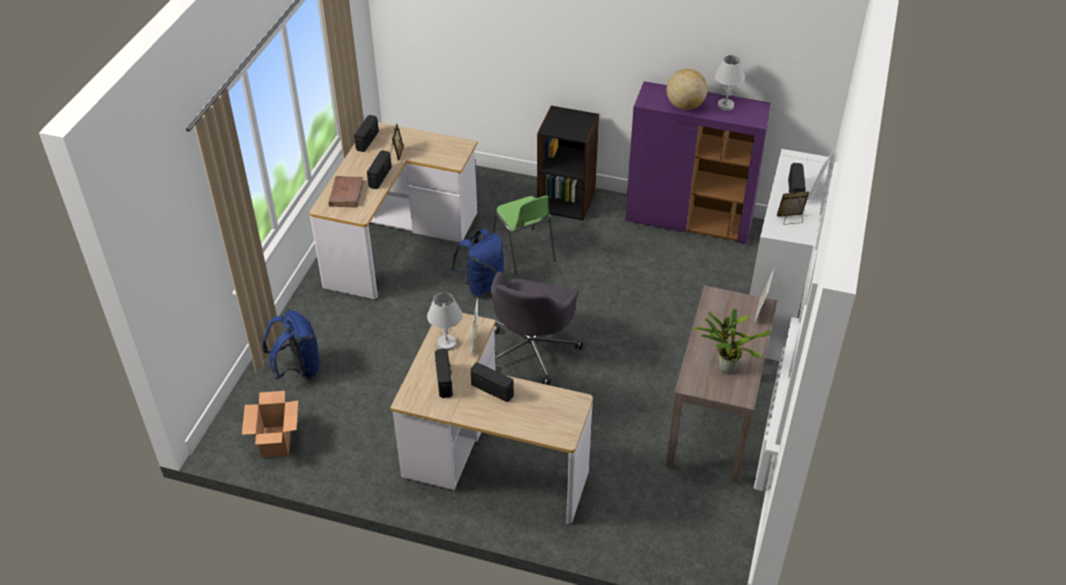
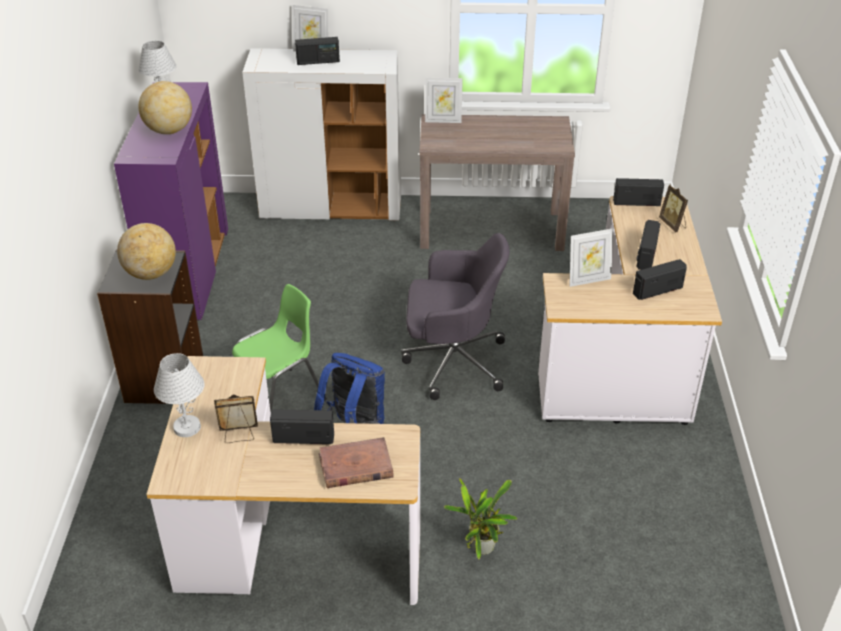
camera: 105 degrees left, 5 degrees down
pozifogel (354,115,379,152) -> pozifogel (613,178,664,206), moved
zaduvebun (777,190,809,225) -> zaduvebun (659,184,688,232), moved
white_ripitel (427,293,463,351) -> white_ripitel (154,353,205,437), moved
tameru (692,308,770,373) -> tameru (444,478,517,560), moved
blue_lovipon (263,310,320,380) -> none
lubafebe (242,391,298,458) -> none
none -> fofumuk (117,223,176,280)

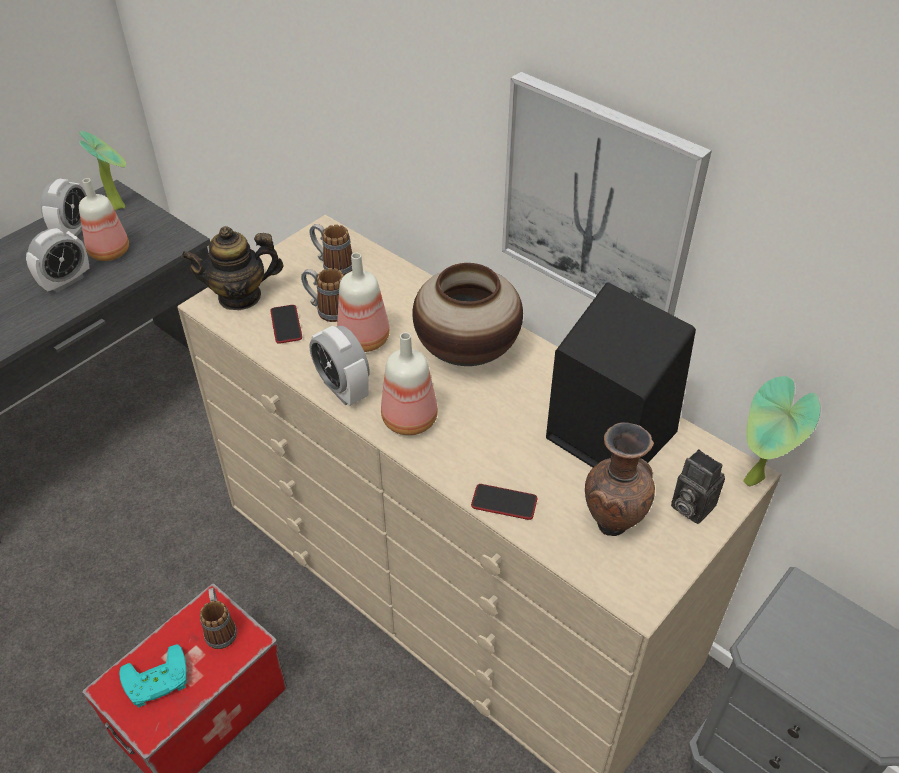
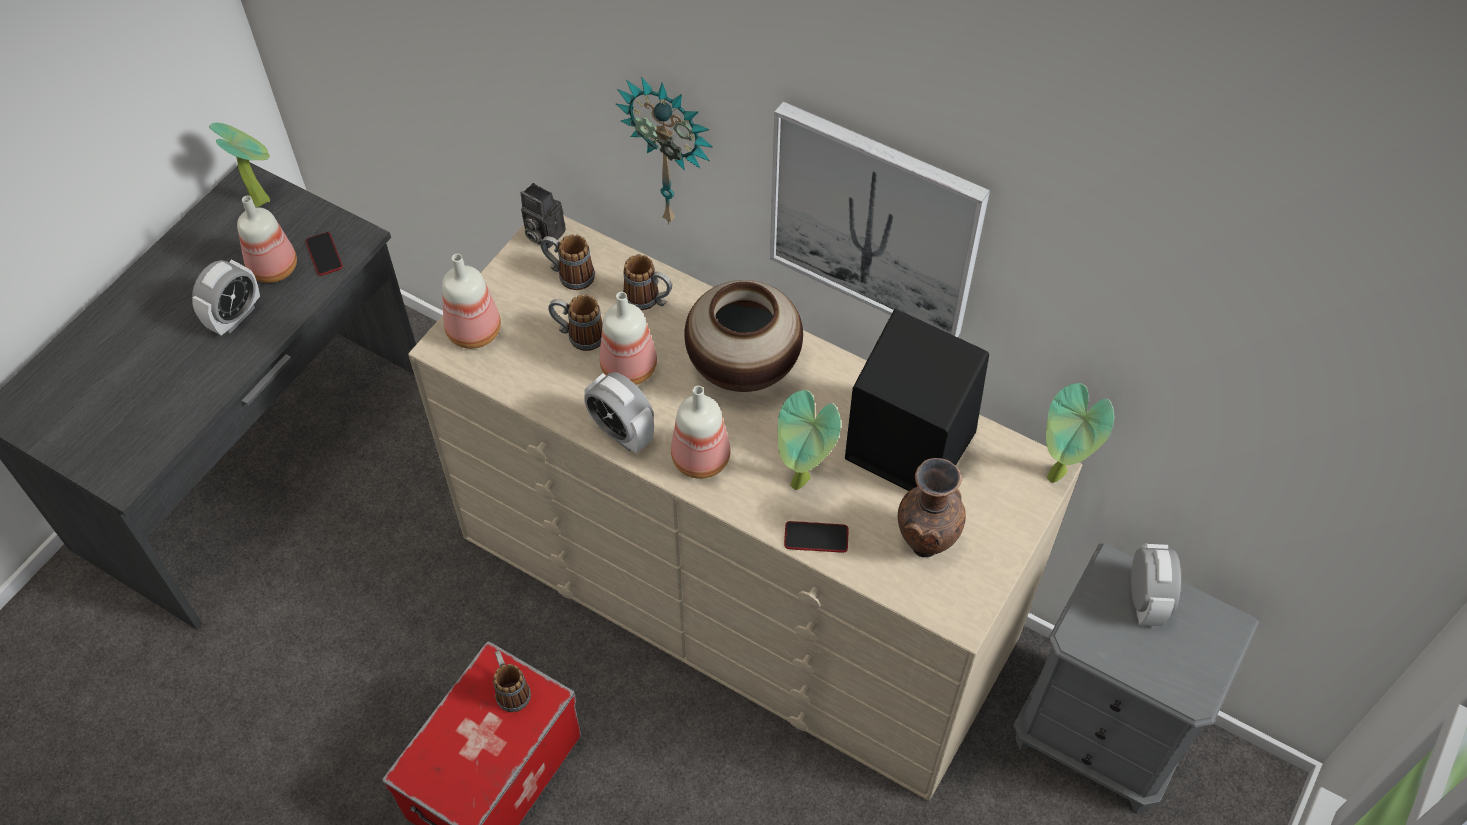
camera: 10 degrees left, 10 degrees up
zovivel (41,179,86,237) -> zovivel (1131,544,1181,626), moved
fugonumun (181,226,283,310) -> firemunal (442,254,501,349)
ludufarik (270,305,302,344) -> ludufarik (305,232,343,276), moved
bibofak (671,449,725,524) -> bibofak (521,183,566,248), moved
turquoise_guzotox (119,644,187,708) -> none
none -> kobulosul (616,77,713,225)
none -> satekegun (623,254,672,310)
none -> tameru (778,390,841,490)

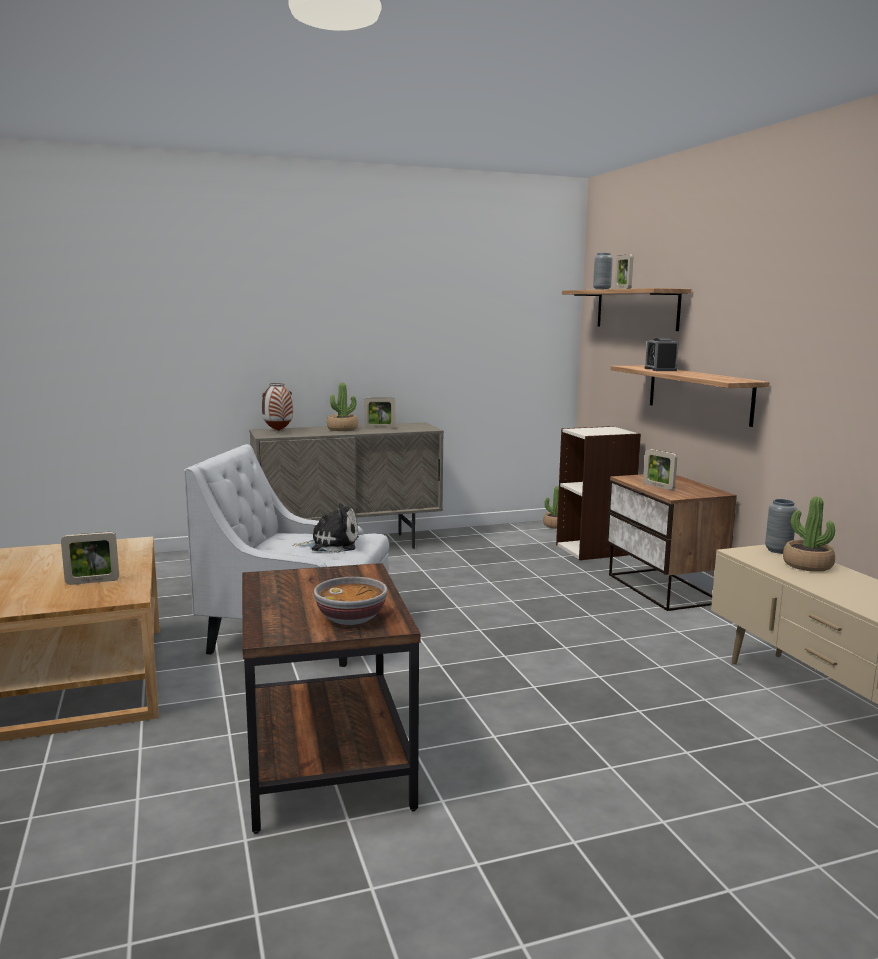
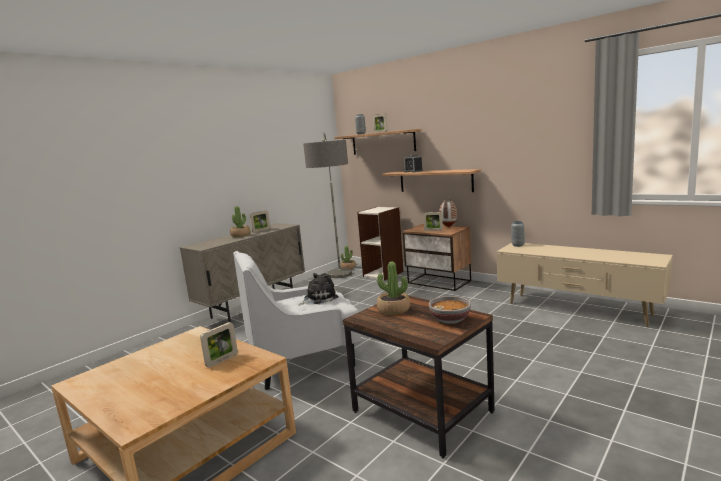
camera: 30 degrees left, 0 degrees up
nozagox (262,383,293,431) -> nozagox (439,199,457,227), moved
tameru (783,496,835,572) -> tameru (377,262,410,315), moved
none -> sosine (303,132,352,278)

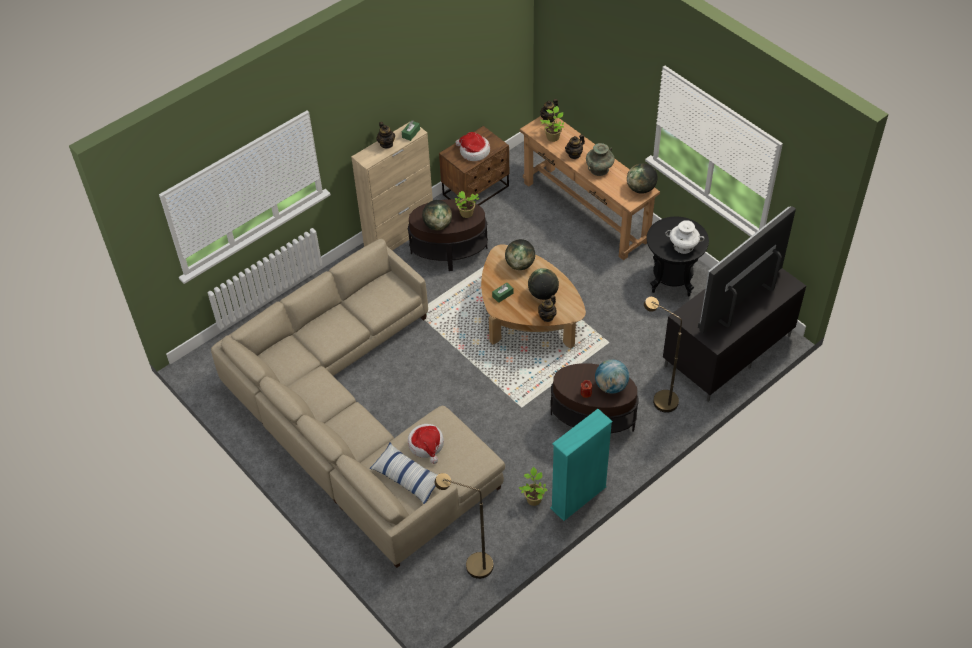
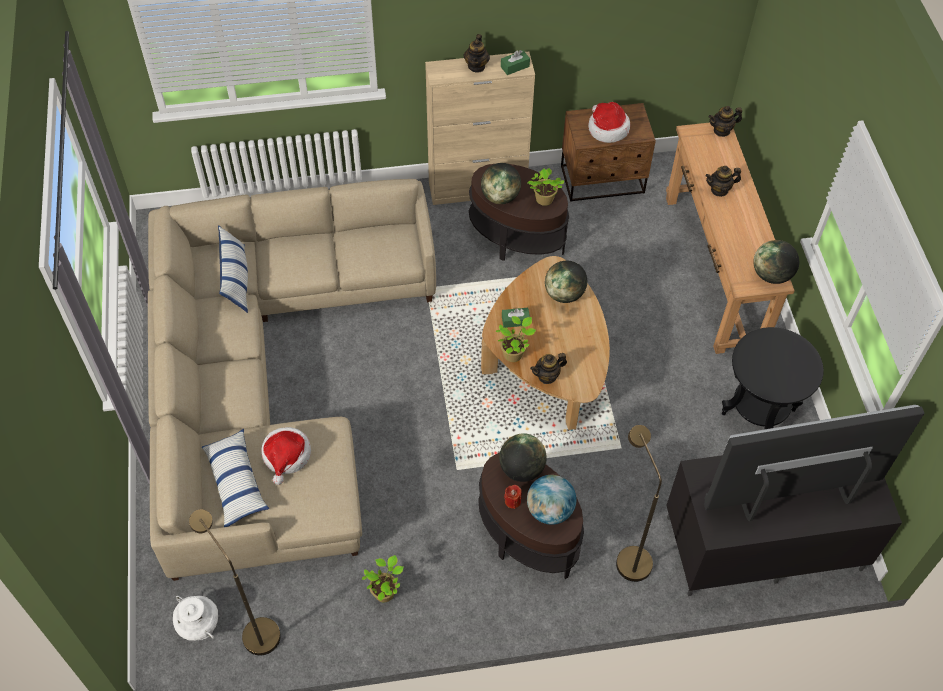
camera: 30 degrees right, 5 degrees up
tameru (540,106,564,142) -> tameru (496,316,536,362), moved
turquoise_nozagox (586,143,615,176) -> none
white_nozagox (665,220,705,254) -> white_nozagox (173,596,218,641), moved
fofumuk (528,268,559,300) -> fofumuk (499,433,547,482), moved
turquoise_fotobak (550,409,613,521) -> none
none -> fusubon (218,225,248,313)

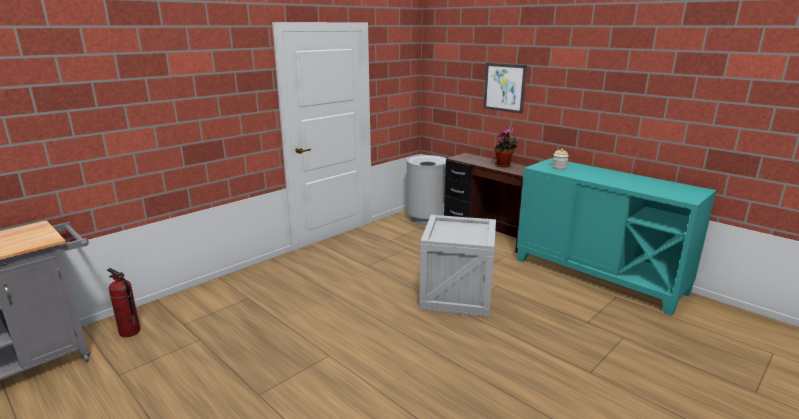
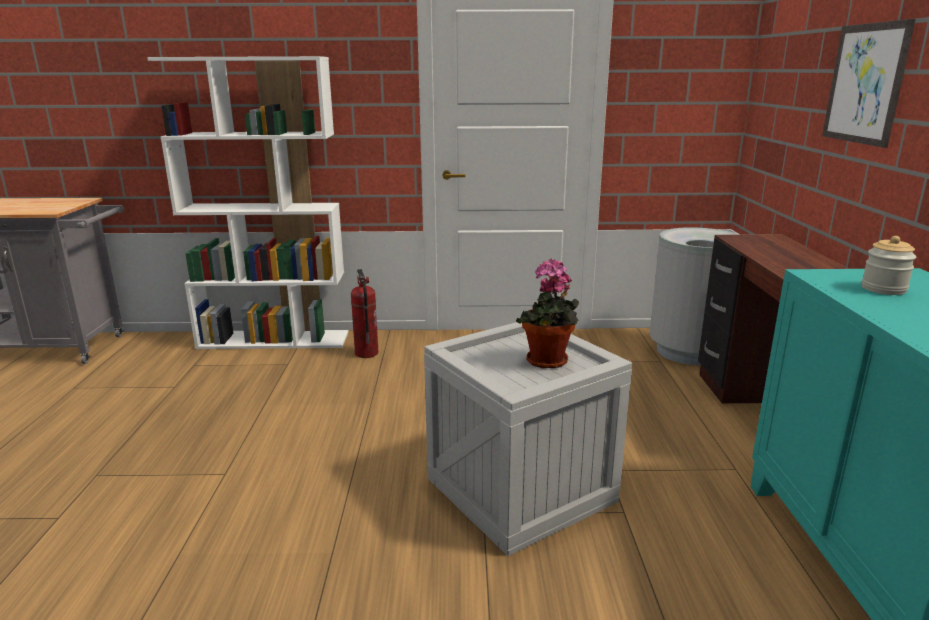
camera: 45 degrees right, 0 degrees up
tameru (494,126,518,167) -> tameru (516,258,579,368), moved
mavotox (107,268,140,337) -> mavotox (351,269,379,358), moved
none -> white_fotobak (147,56,349,349)

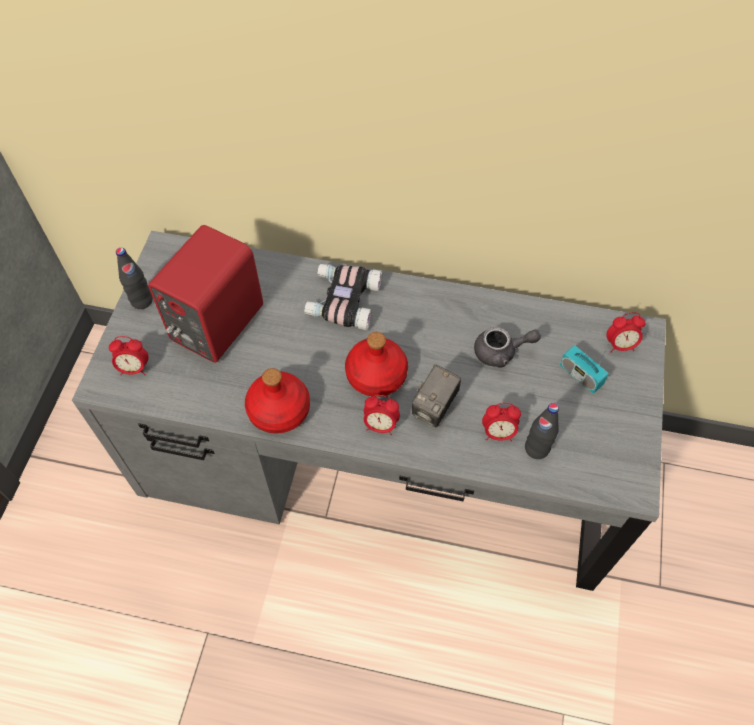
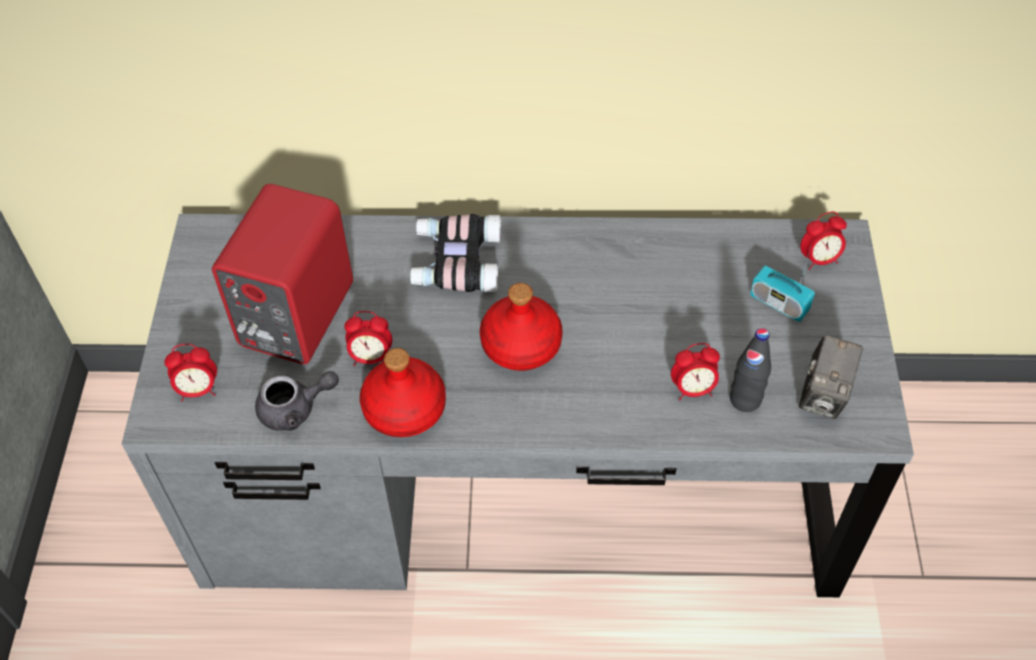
camera: 10 degrees left, 5 degrees down
black_firemunal (116,248,153,309) -> none
grey_fugonumun (474,327,541,368) -> grey_fugonumun (255,371,339,431), moved
bibofak (412,364,461,428) -> bibofak (799,335,864,419), moved
zovivel (364,395,400,435) -> zovivel (344,311,392,366), moved

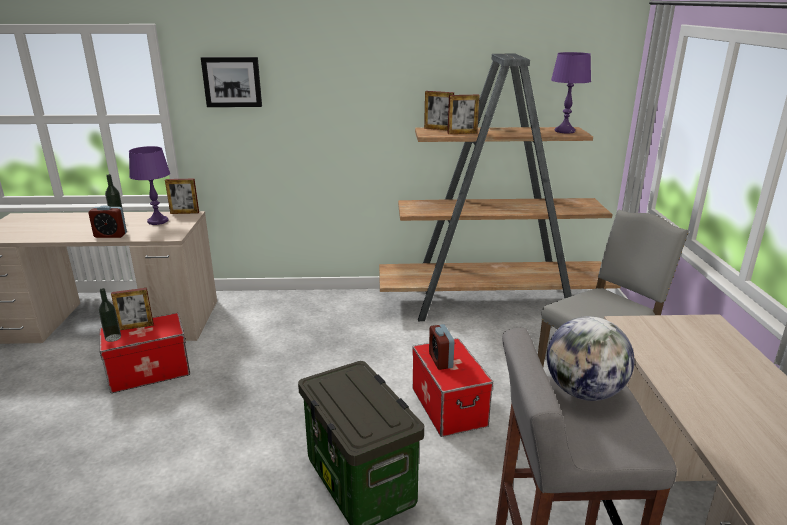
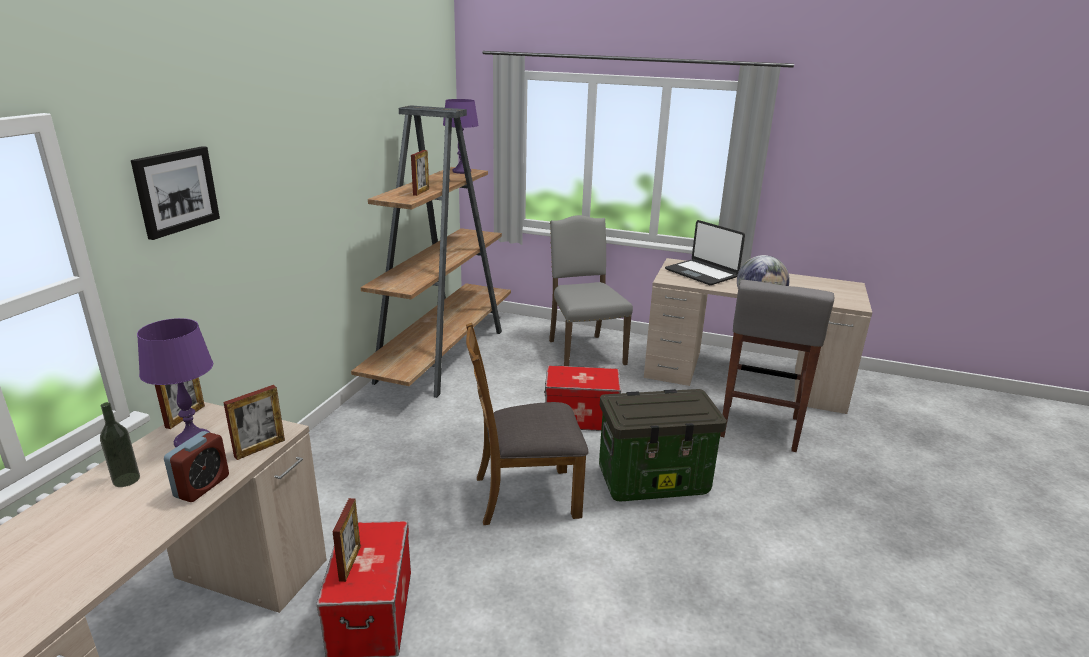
camera: 70 degrees left, 0 degrees up
zaduvebun (424,91,454,131) -> zaduvebun (223,385,285,460), moved
firemunal (98,288,121,342) -> none
zovivel (429,324,454,370) -> none
none -> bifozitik (665,220,745,285)
none -> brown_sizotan (466,323,588,525)

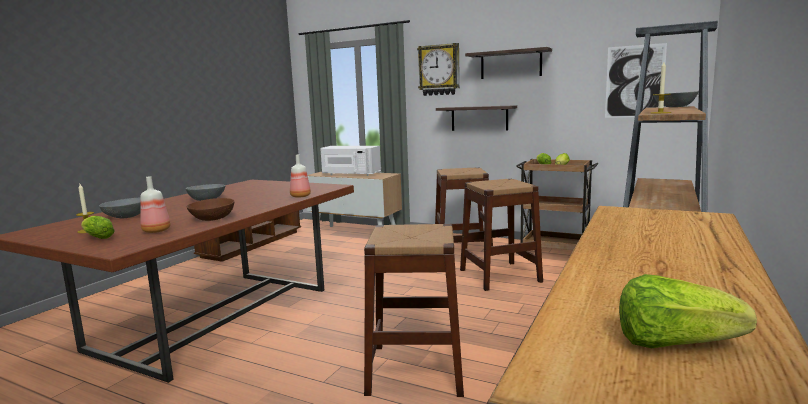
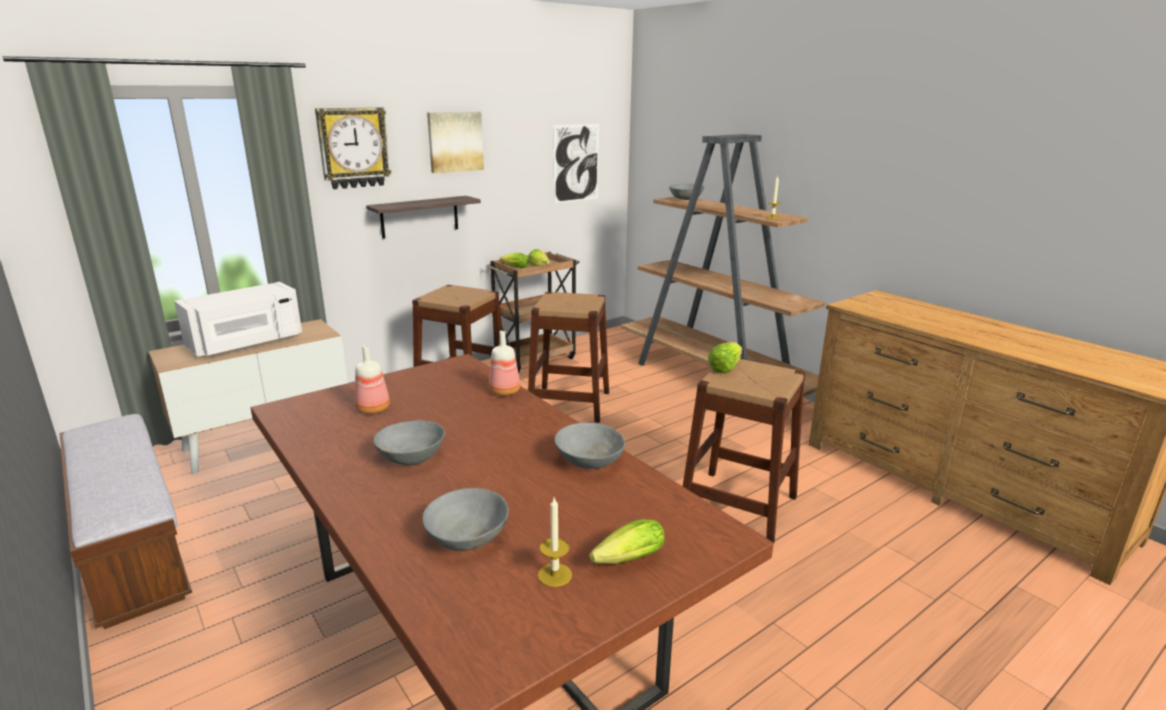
camera: 65 degrees left, 10 degrees up
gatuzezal (465,47,552,79) -> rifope (427,112,484,173)
firemunal (140,176,171,233) -> firemunal (355,345,390,414), moved
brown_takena (187,198,235,221) -> grey_takena (554,423,625,469)
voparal (619,274,757,348) -> voparal (708,342,742,373), moved

